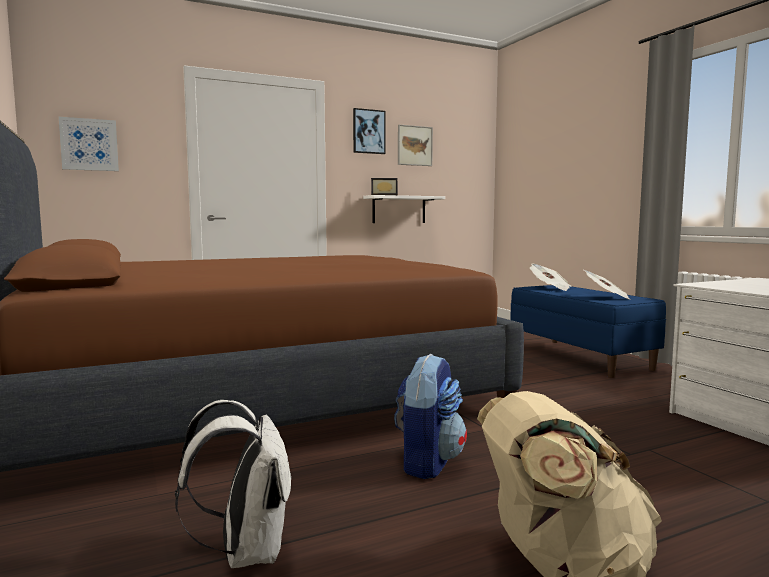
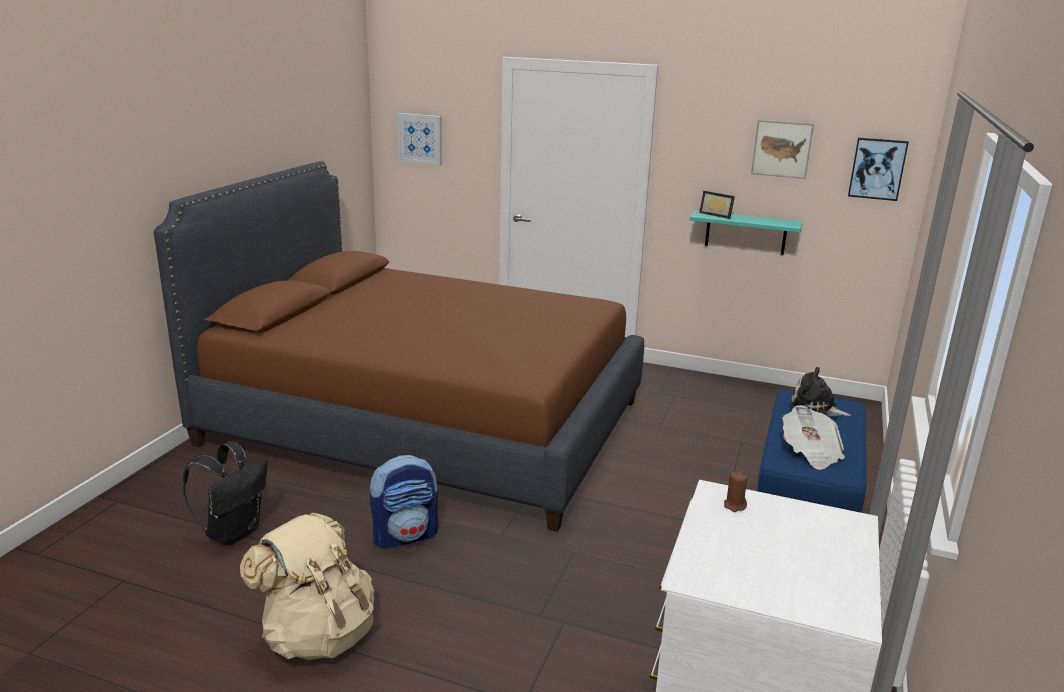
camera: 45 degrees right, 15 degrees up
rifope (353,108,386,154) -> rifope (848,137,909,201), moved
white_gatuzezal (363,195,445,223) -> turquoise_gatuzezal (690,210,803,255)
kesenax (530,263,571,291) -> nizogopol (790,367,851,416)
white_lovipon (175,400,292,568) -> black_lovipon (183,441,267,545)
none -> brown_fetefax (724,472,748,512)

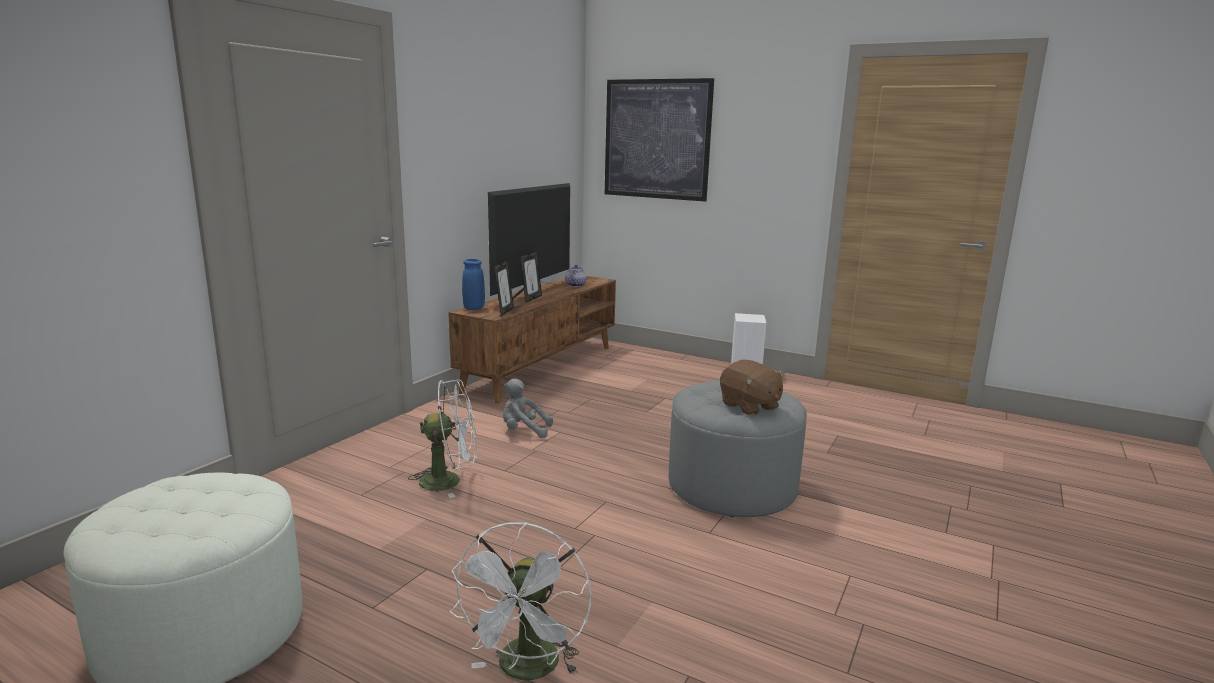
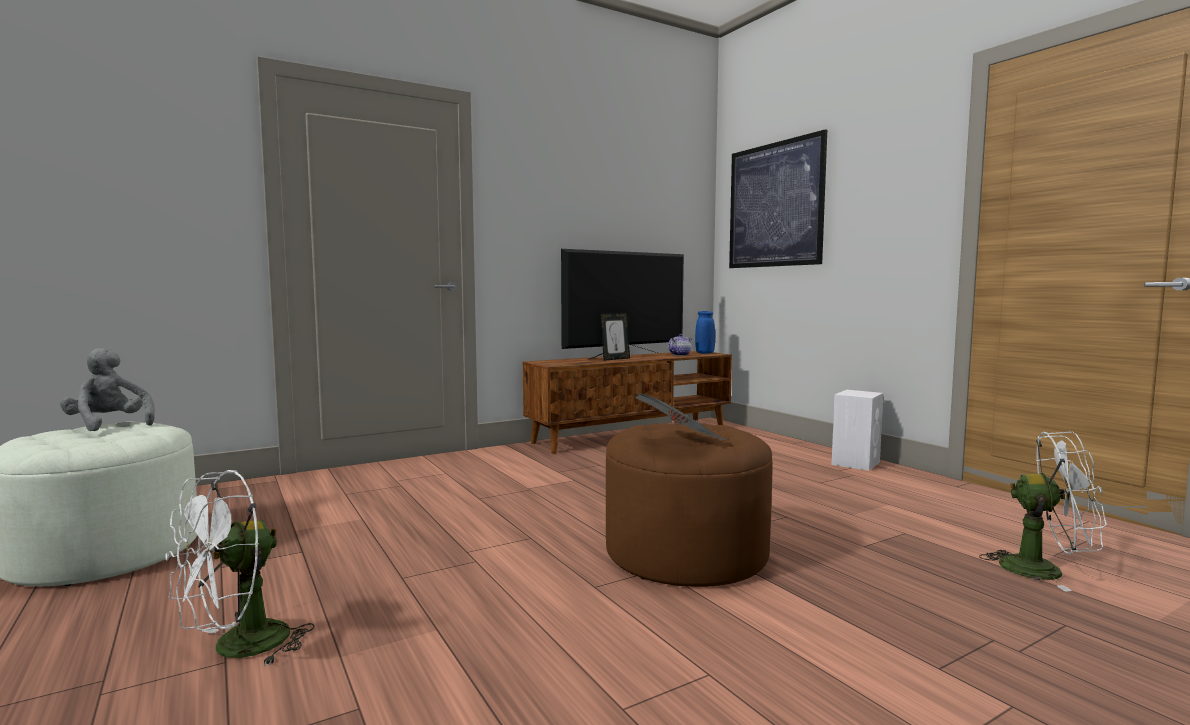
camera: 30 degrees right, 10 degrees down
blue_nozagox (462,259,485,310) -> blue_nozagox (695,311,715,354), moved
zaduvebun (494,260,514,316) -> none
brown_nizogopol (720,360,785,416) -> kesenax (635,393,728,440)
grey_nizogopol (503,379,553,438) -> grey_nizogopol (60,348,155,431), moved
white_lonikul (408,380,477,498) -> white_lonikul (979,431,1107,592), moved
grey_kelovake (669,380,807,517) -> brown_kelovake (606,423,773,587)

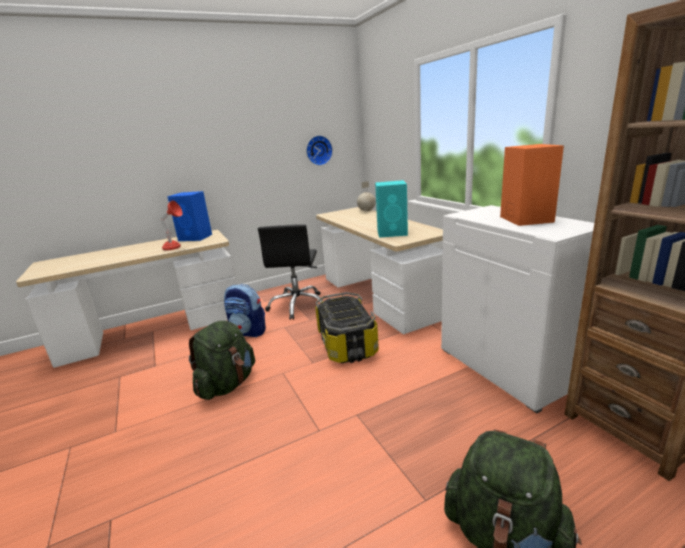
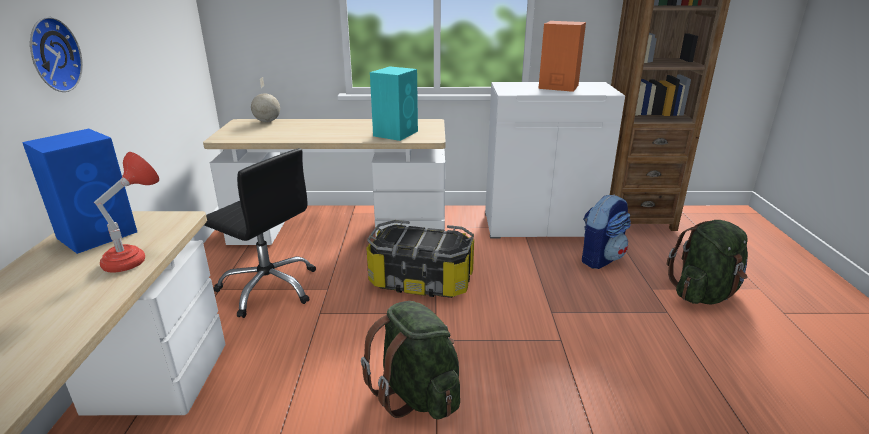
camera: 65 degrees left, 5 degrees up
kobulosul (306,135,333,166) -> kobulosul (30,17,83,92), moved
lovipon (224,284,266,338) -> lovipon (582,195,631,269), moved

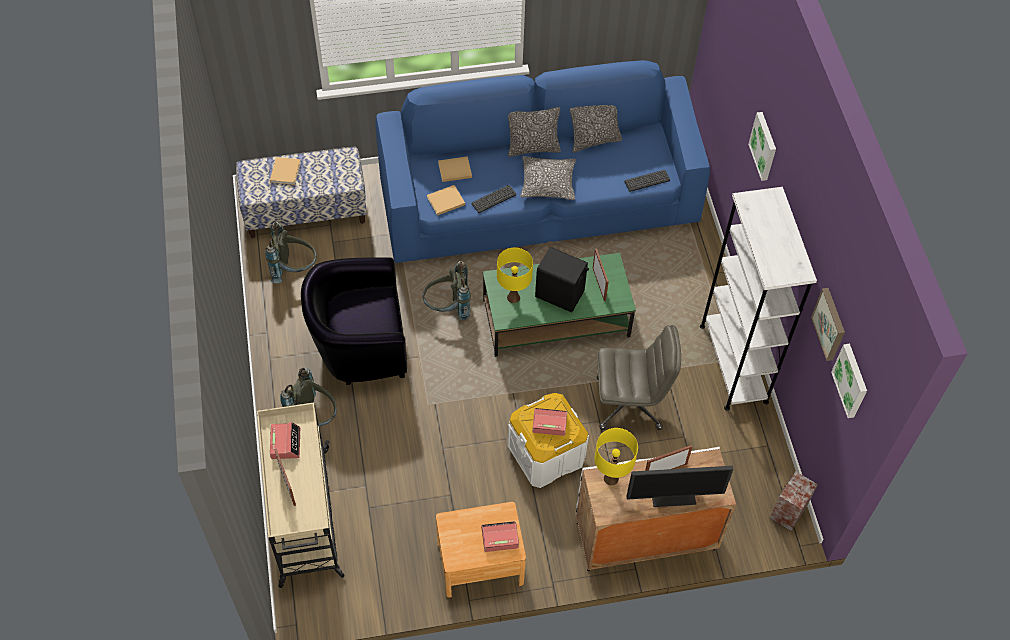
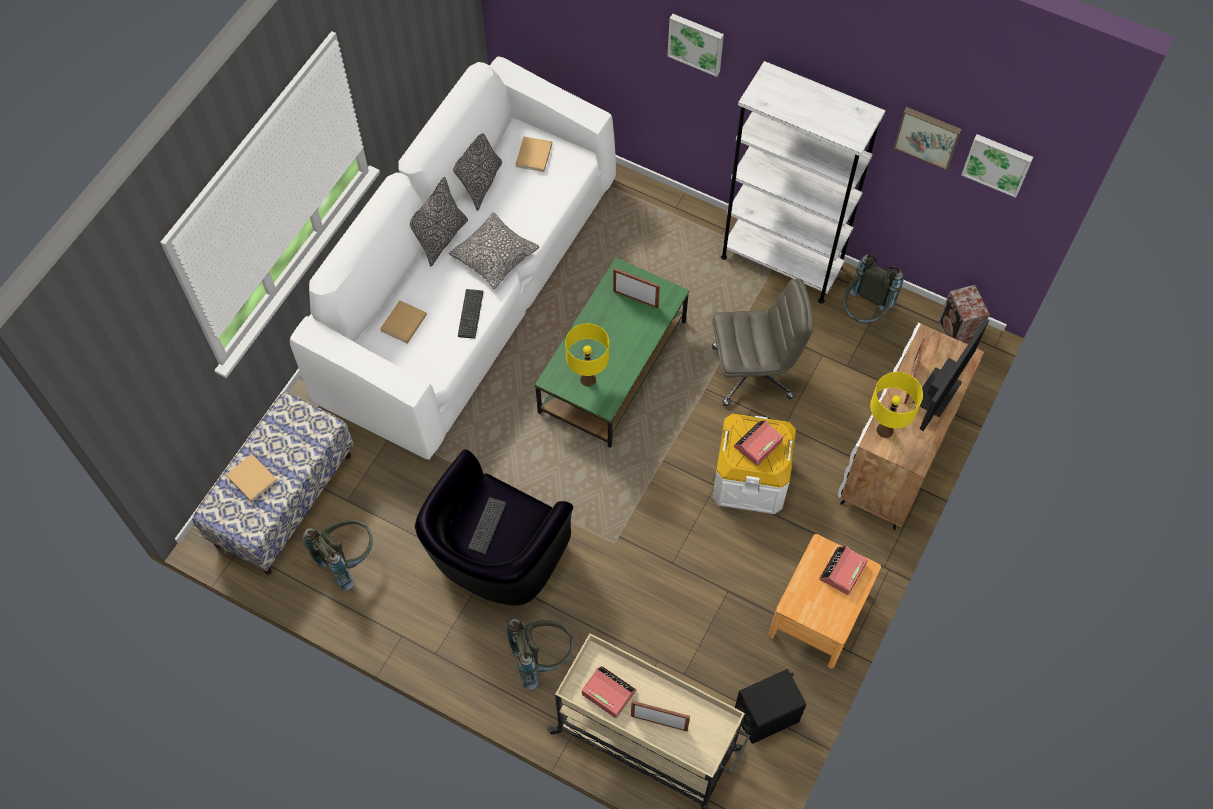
camera: 50 degrees left, 5 degrees up
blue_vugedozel (375,60,710,263) -> white_vugedozel (290,56,616,460)
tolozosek (625,170,670,192) -> tolozosek (468,497,506,554), moved
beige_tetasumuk (427,185,465,216) -> beige_tetasumuk (515,137,552,172), moved
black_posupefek (535,247,589,312) -> black_posupefek (735,669,806,744), moved
grey_lovipon (423,261,471,320) -> grey_lovipon (843,254,904,323), moved
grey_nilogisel (597,325,681,430) -> grey_nilogisel (712,278,813,406), 45 degrees clockwise

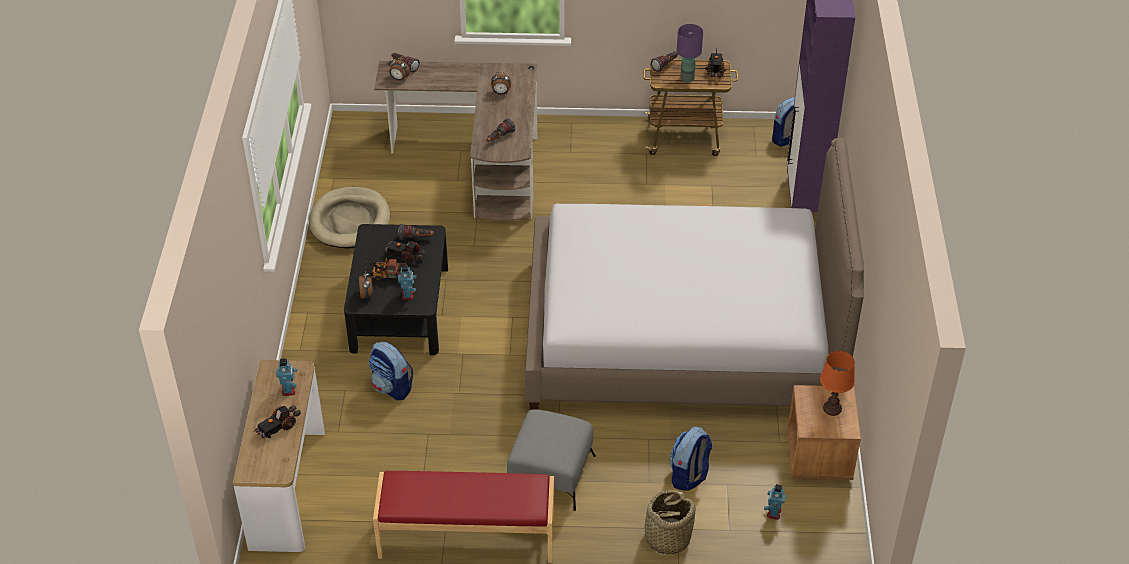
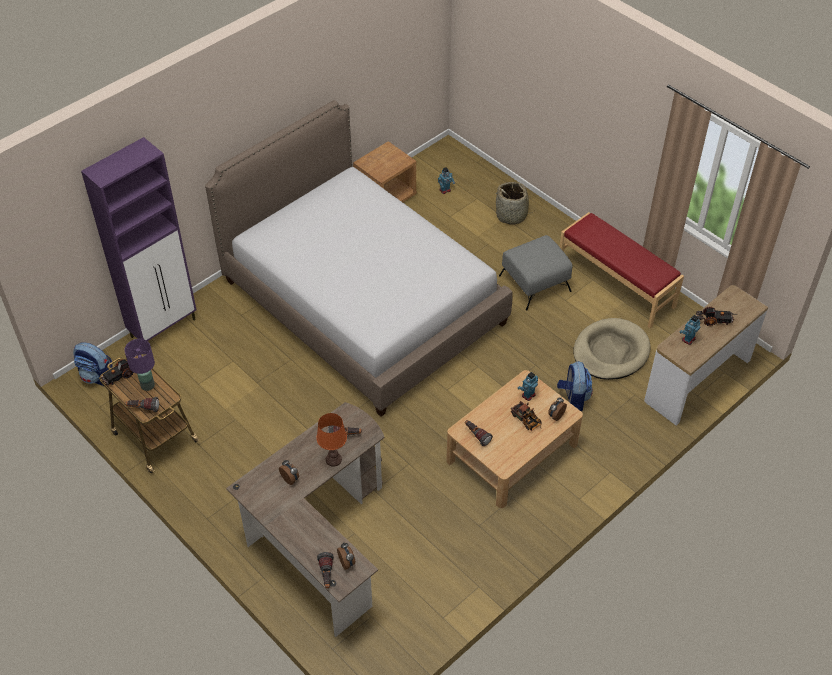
camera: 135 degrees left, 5 degrees up
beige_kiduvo (309,187,390,249) -> beige_kiduvo (573,318,651,380), moved
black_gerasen (344,224,448,355) -> beige_gerasen (446,370,583,508)
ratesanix (384,241,426,263) -> none
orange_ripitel (820,351,855,416) -> orange_ripitel (316,413,347,467), moved
lovipon (670,427,712,491) -> none

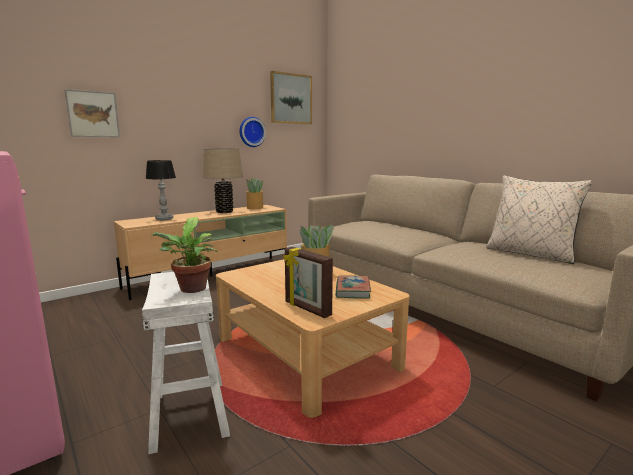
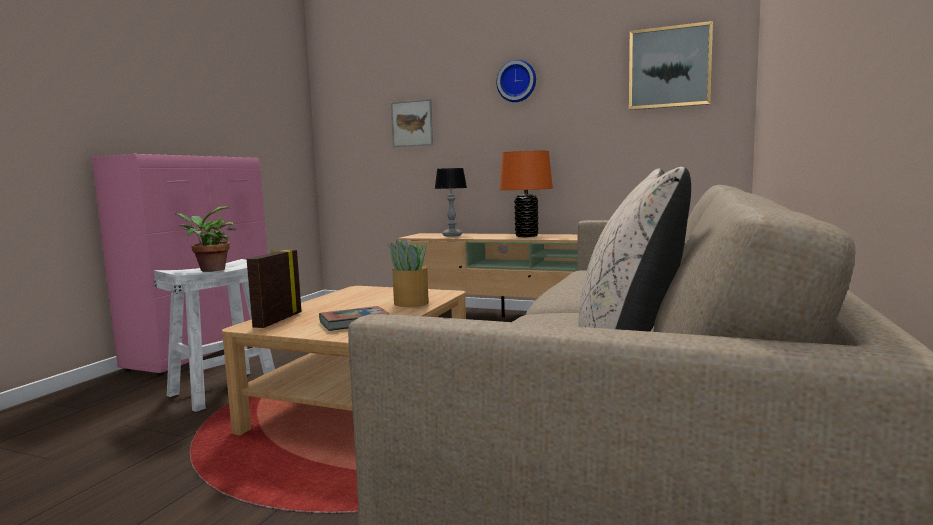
camera: 60 degrees right, 5 degrees down
kobulosul (239,117,266,147) -> kobulosul (496,59,536,102), moved
beige_ripitel (202,148,243,213) -> orange_ripitel (500,151,553,237)
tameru (246,178,264,209) -> none

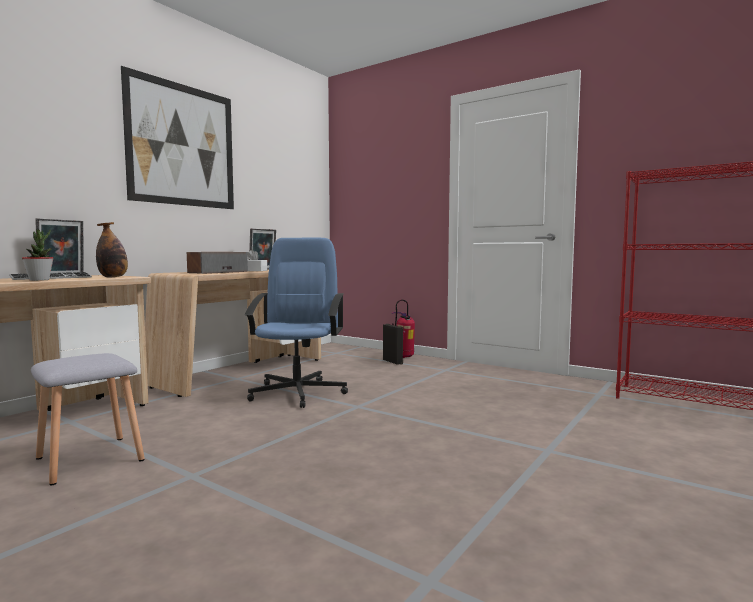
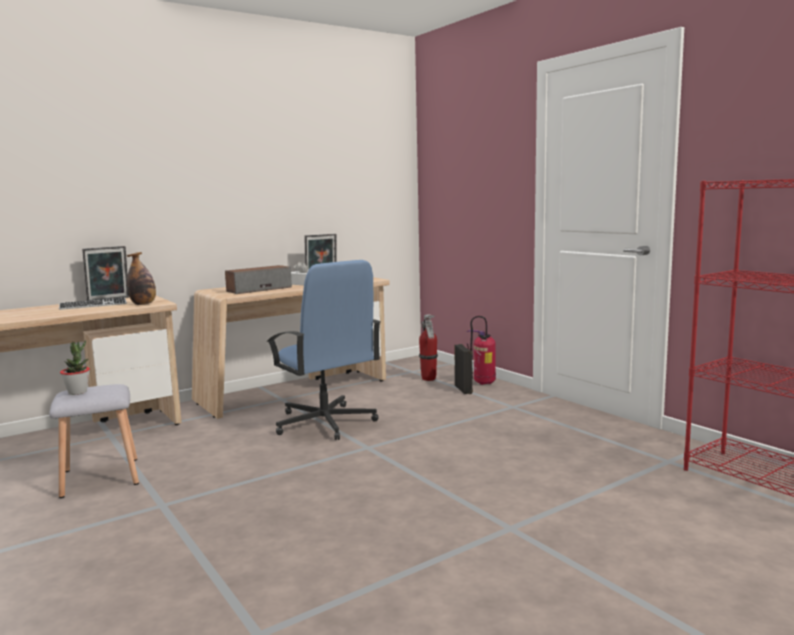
camera: 20 degrees right, 5 degrees up
rifope (121,66,234,209) -> none
tameru (22,229,53,281) -> tameru (60,340,90,395), moved
blue_nilogisel (245,238,348,408) -> blue_nilogisel (267,260,381,440), 120 degrees clockwise
none -> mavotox (419,315,438,381)

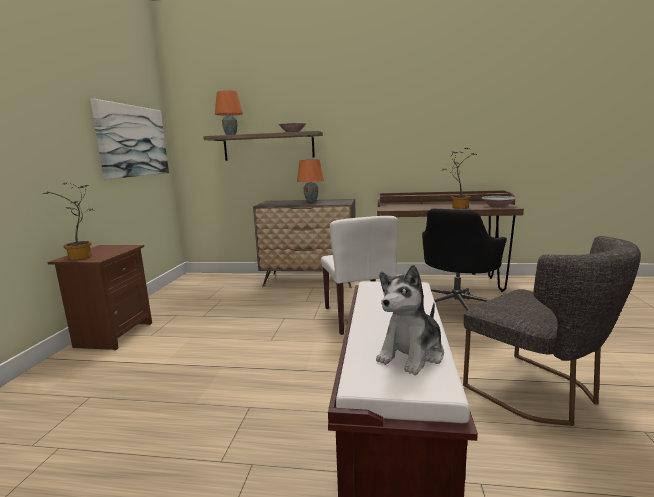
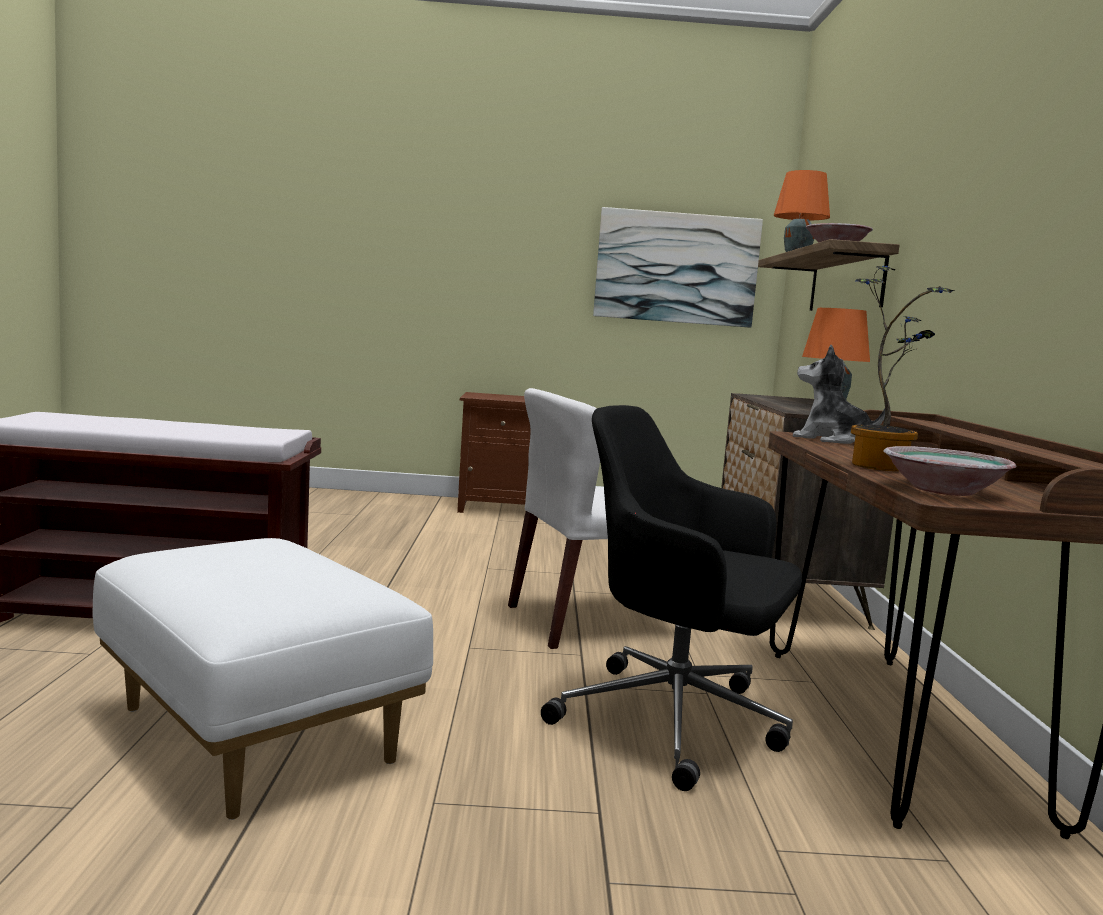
camera: 80 degrees right, 5 degrees down
tameru (43,183,95,260) -> none
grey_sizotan (463,236,641,426) -> white_kelovake (93,538,433,820)
nizogopol (376,265,444,375) -> nizogopol (793,345,885,444), moved

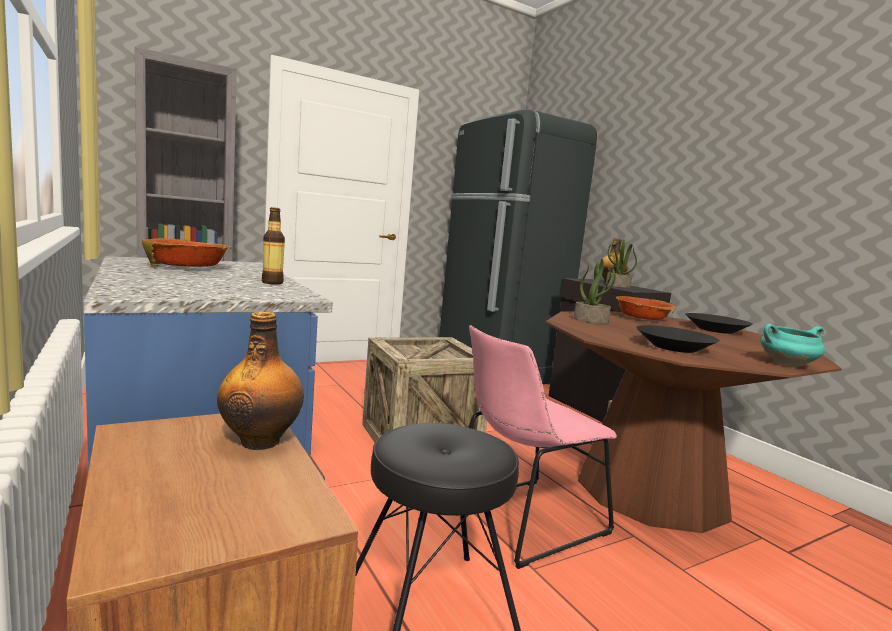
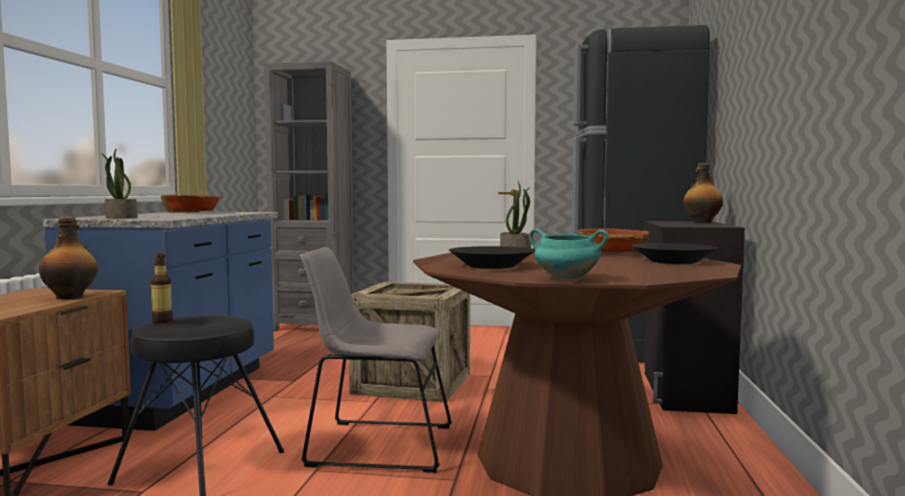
camera: 40 degrees right, 5 degrees down
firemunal (262,207,285,284) -> firemunal (151,253,173,323), moved
tameru (606,239,637,288) -> tameru (101,148,137,218), moved
pink_sizotan (468,325,617,569) -> grey_sizotan (300,247,452,473)

